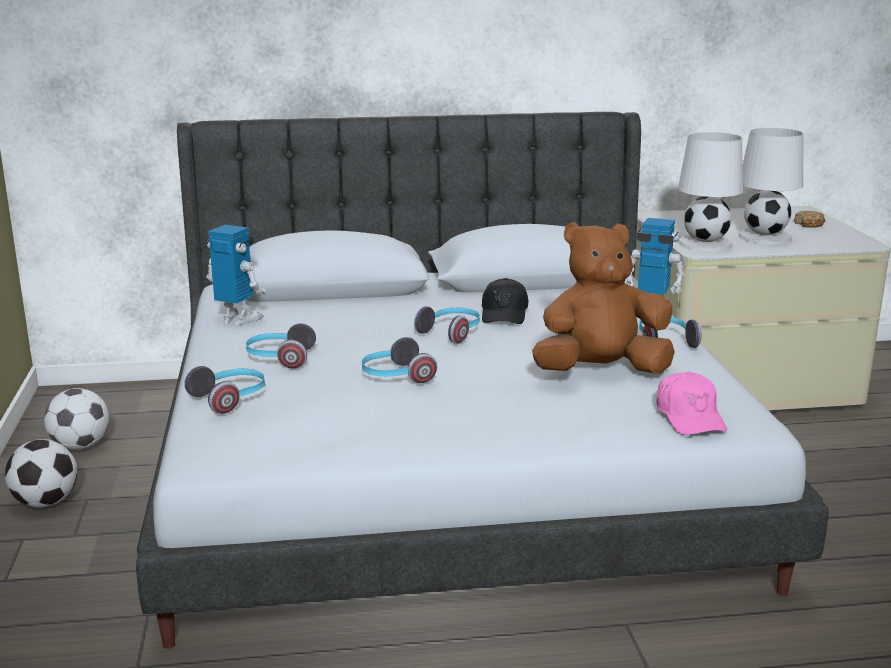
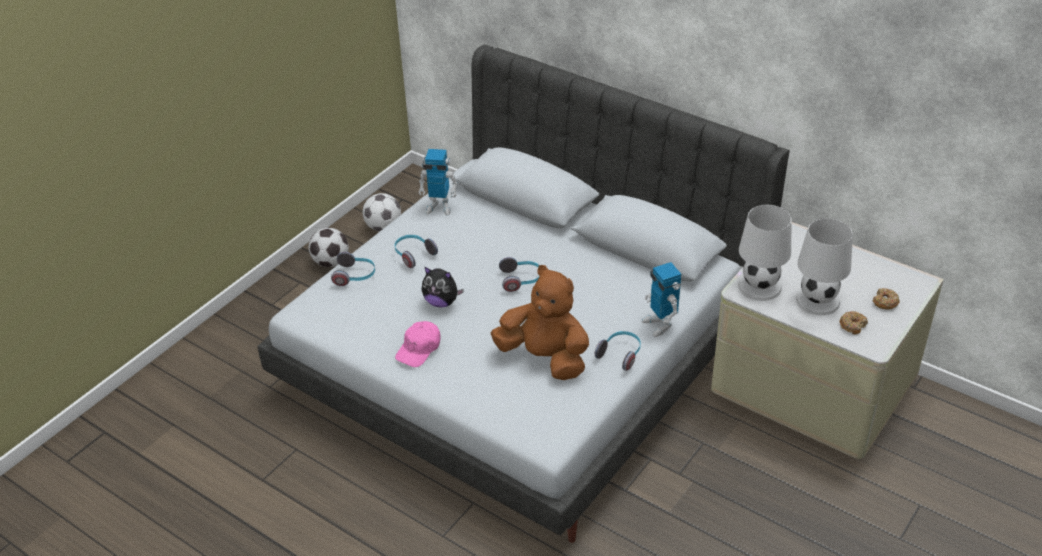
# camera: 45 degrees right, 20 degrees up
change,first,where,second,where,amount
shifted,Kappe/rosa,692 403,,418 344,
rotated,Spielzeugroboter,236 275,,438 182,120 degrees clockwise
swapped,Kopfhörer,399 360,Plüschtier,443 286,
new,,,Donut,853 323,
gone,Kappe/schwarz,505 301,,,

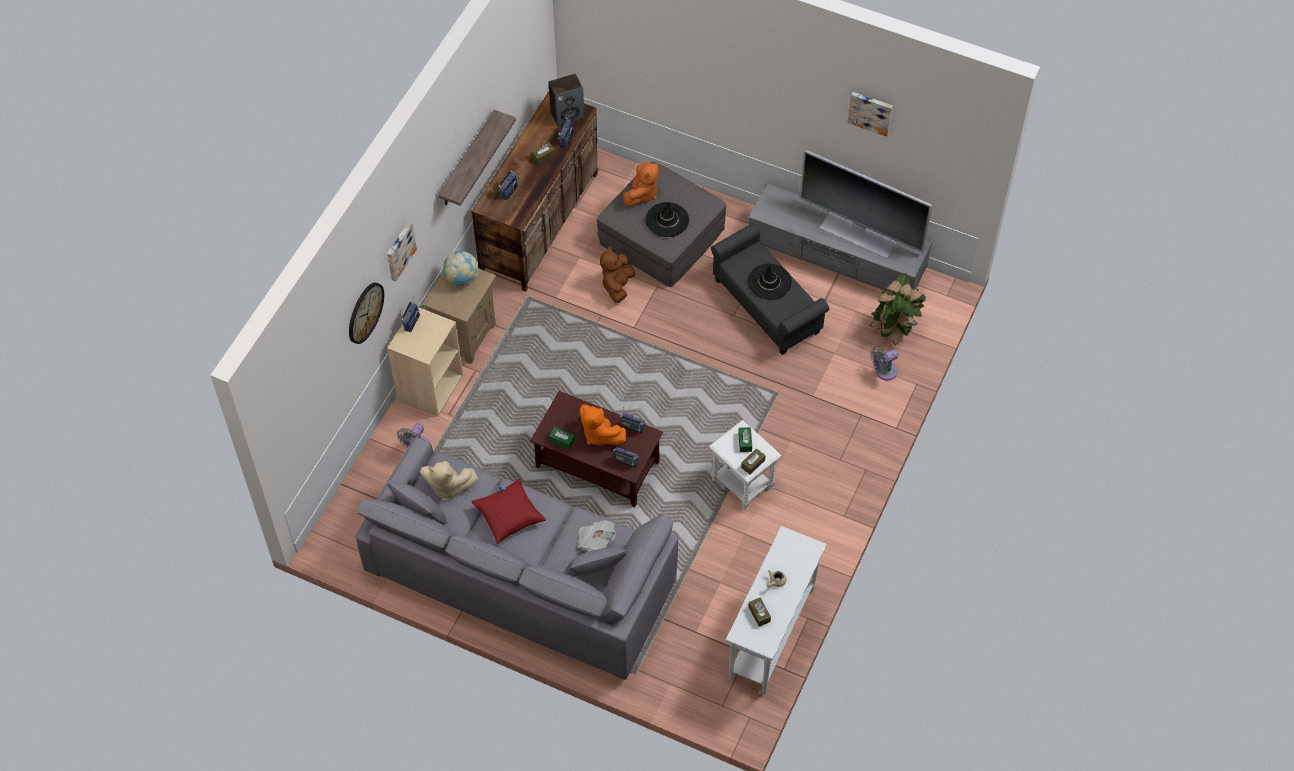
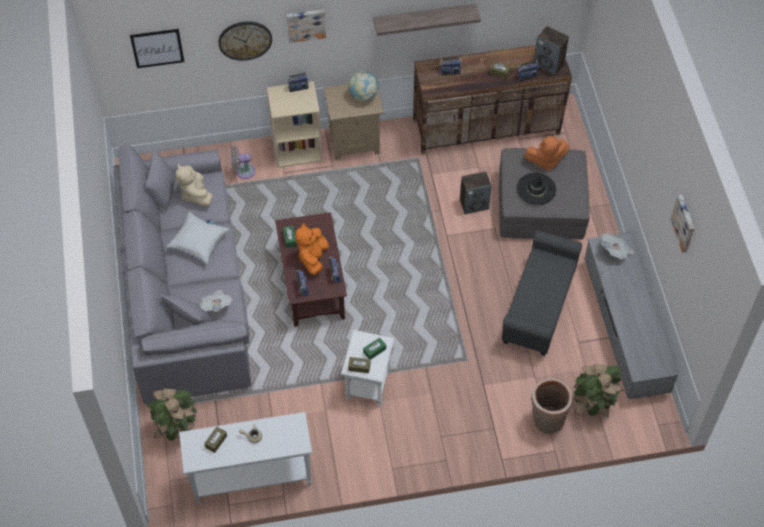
# camera: 55 degrees right, 0 degrees up
change,first,where,second,where,amount
new,,,Bild,157 48,
new,,,Topfpflanze,172 414,
repainted,Kissen/rot,508 511,Kissen/grau,198 238,
swapped,Plüschtier/braun,617 275,Lautsprecher,476 192,
swapped,Ventilator/grau,884 363,Korb,552 406,
new,,,Zeitung,617 246,
gone,Hut/schwarz,769 282,,,
gone,Fernseher,865 204,,,

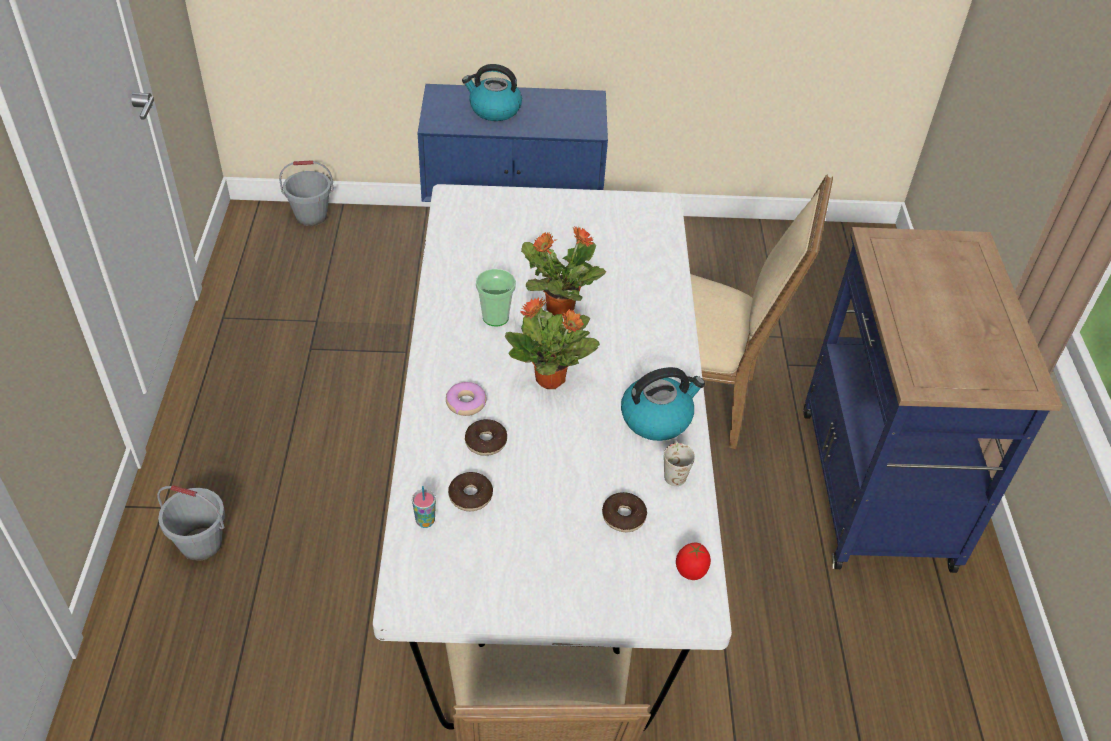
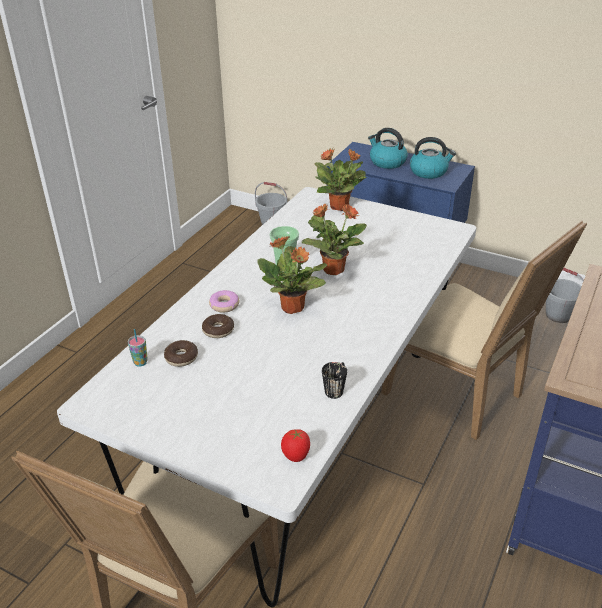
# camera: 30 degrees right, 10 degrees down
change,first,where,second,where,amount
new,,,Topfpflanze,340 180,
repainted,Henkelbecher/weiß,679 463,Henkelbecher/schwarz,334 380,
shifted,Wasserkessel,663 404,,433 158,
shifted,Eimer/grau,191 523,,565 295,
gone,Donut,624 512,,,

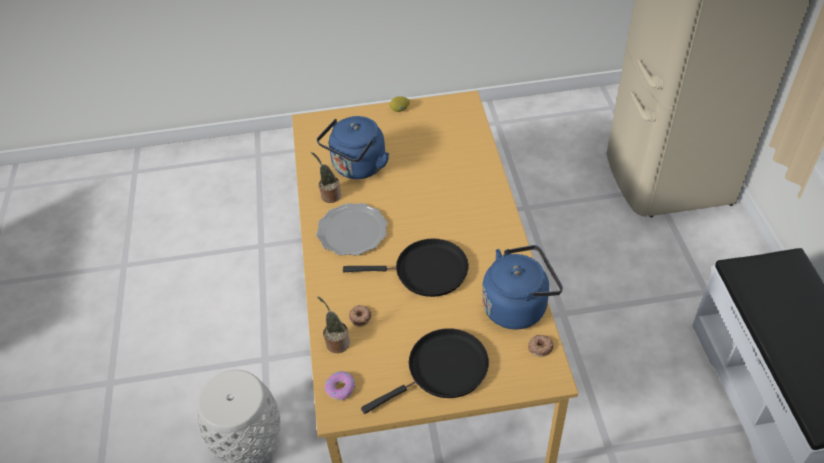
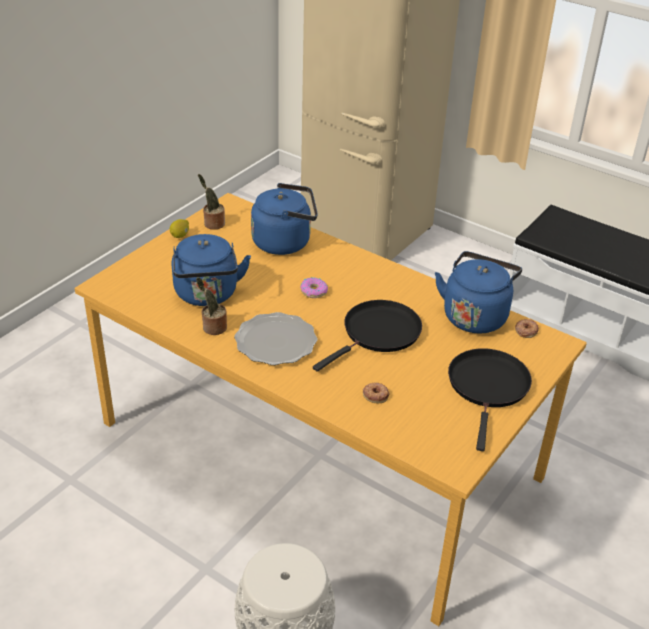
# camera: 50 degrees left, 10 degrees down
change,first,where,second,where,amount
shifted,Topfpflanze,333 324,,211 202,
new,,,Wasserkessel/blau,284 219,
shifted,Donut,340 385,,314 287,

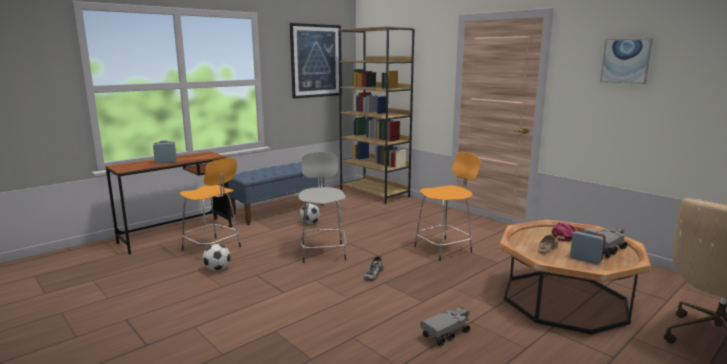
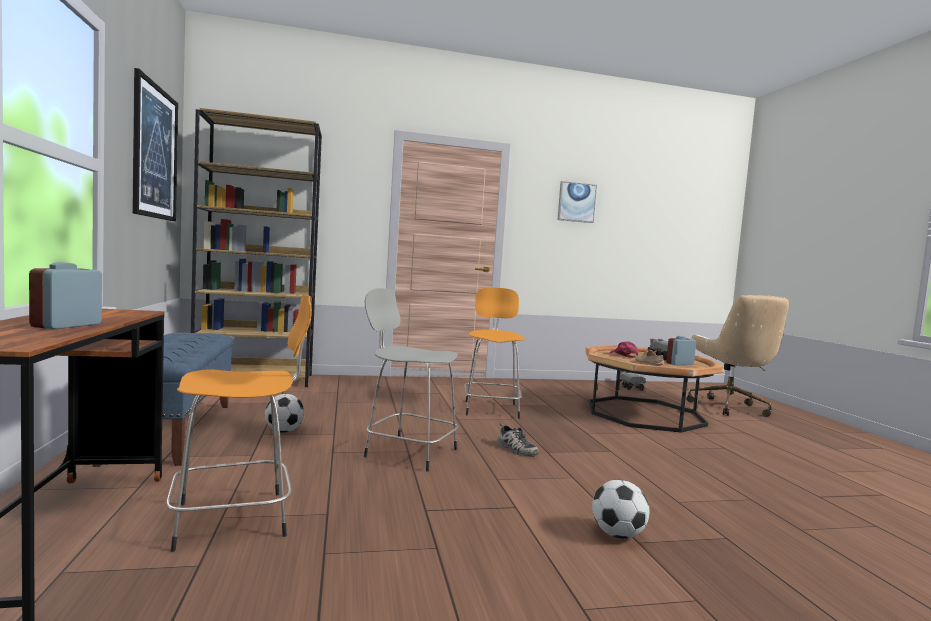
# camera: 60 degrees left, 10 degrees down
change,first,where,second,where,amount
shifted,Fußball,217 257,,620 509,
shifted,Spielzeuglaster,445 326,,632 380,

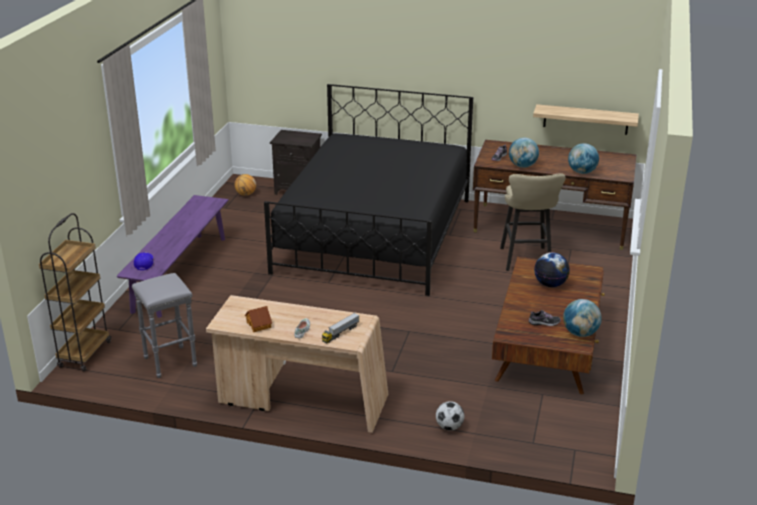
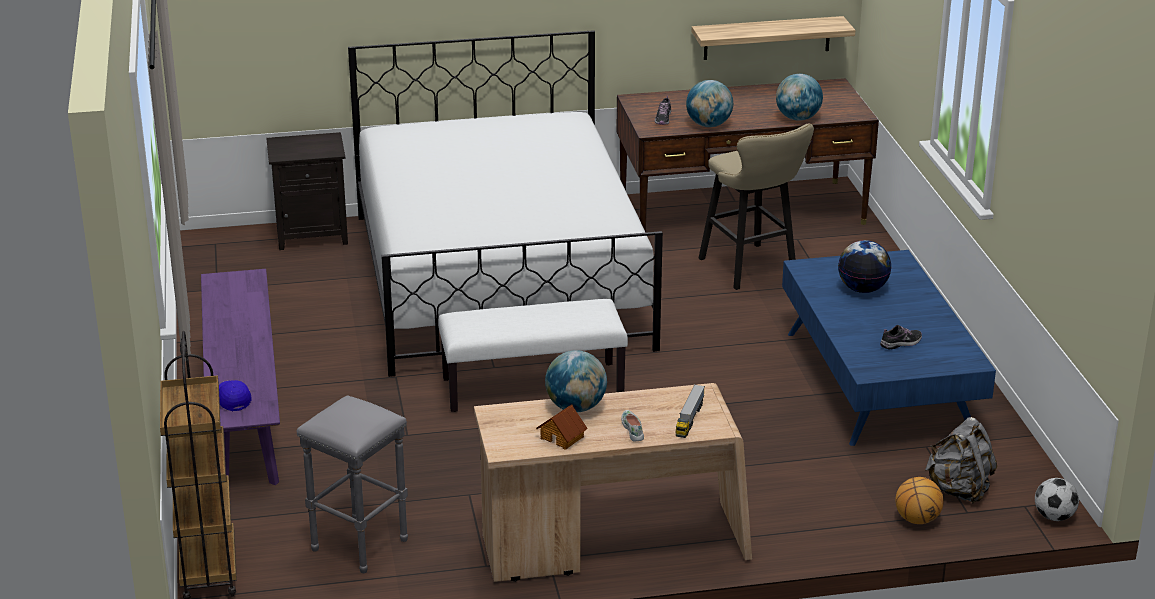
# camera: 25 degrees left, 0 degrees up
change,first,where,second,where,amount
repainted,Bett/schwarz,368 190,Bett/weiß,505 203,
new,,,Bank/weiß,533 355,
shifted,Globus,582 318,,576 381,
repainted,Couchtisch/braun,548 325,Couchtisch/blau,889 348,
shifted,Basketball,245 185,,919 500,
new,,,Rucksack/grau,961 460,
shifted,Fußball,450 415,,1057 499,

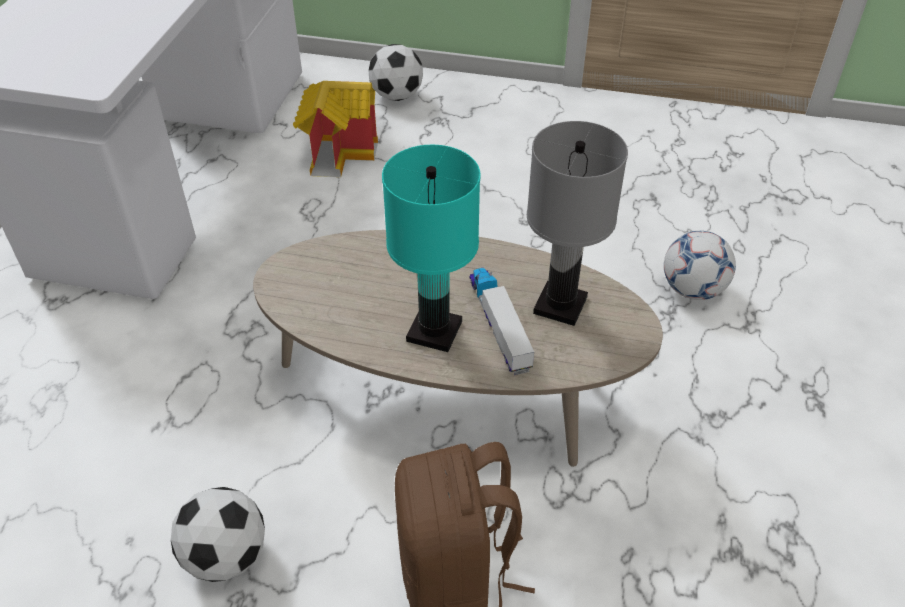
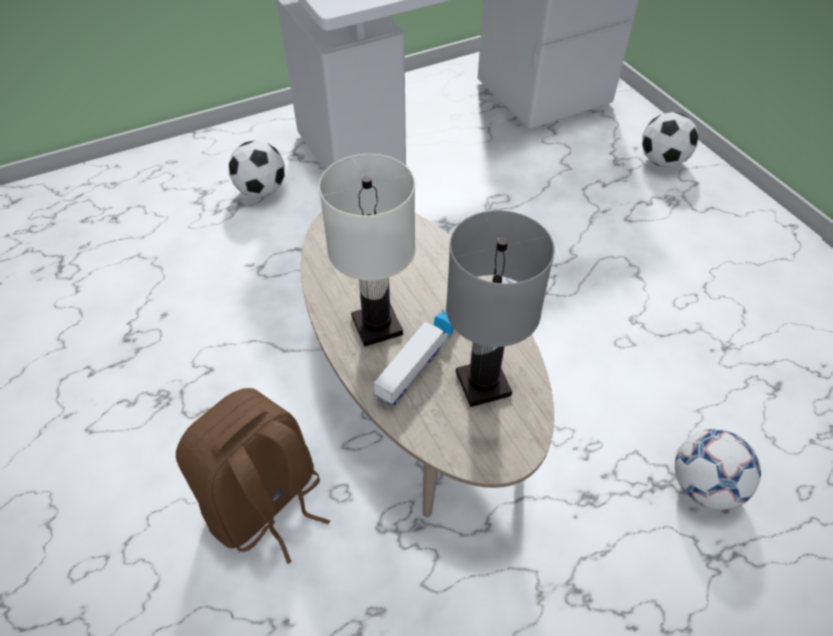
# camera: 50 degrees right, 5 degrees up
change,first,where,second,where,amount
shifted,Fußball,218 534,,257 168,
repainted,Tischlampe/türkis,431 248,Tischlampe/weiß,367 250,
gone,Spielzeughaus,335 129,,,

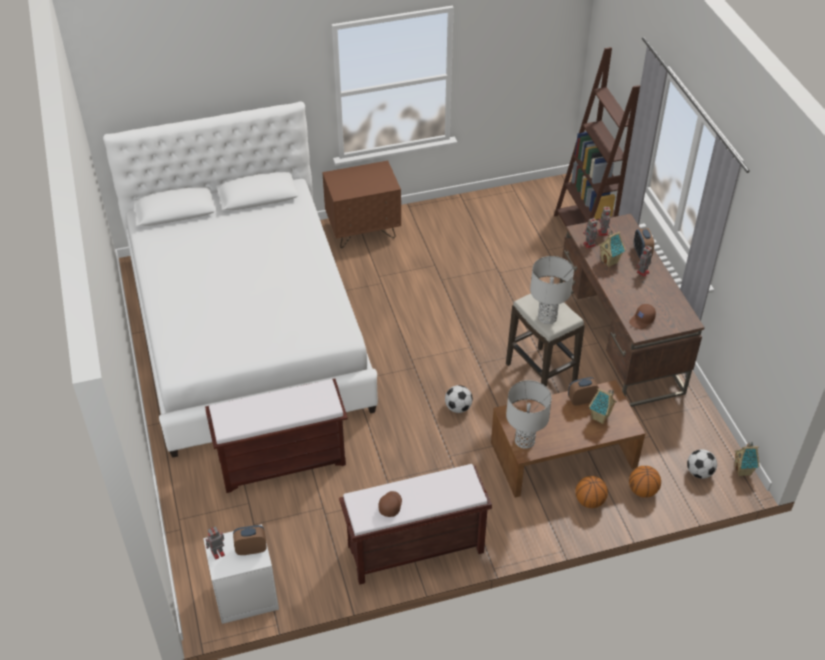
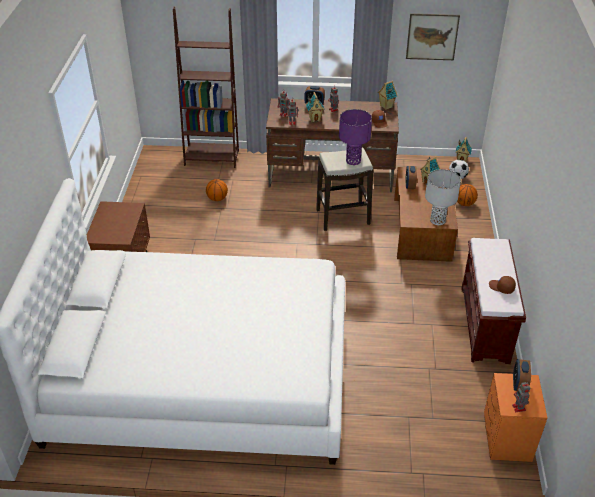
# camera: 70 degrees left, 5 degrees down
change,first,where,second,where,amount
shifted,Basketball,591 492,,217 190,
repainted,Tischlampe/weiß,552 290,Tischlampe/lila,355 137,
new,,,Spielzeughaus,388 95,
new,,,Bild,433 36,
repainted,Nachttisch/weiß,241 574,Nachttisch/orange,515 417,
gone,Bank/braun,276 435,,,
gone,Fußball,459 399,,,

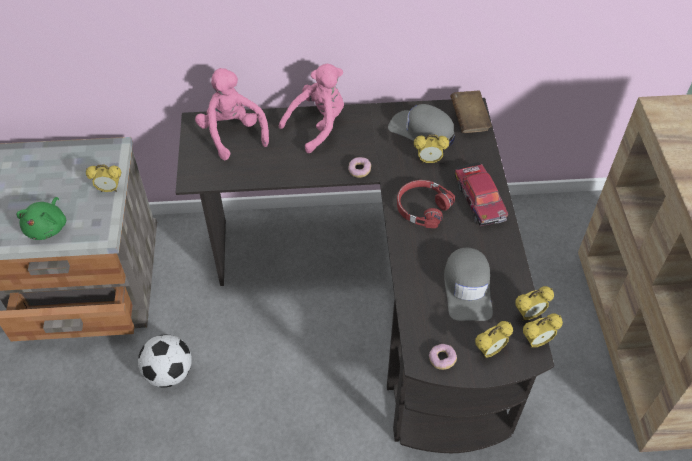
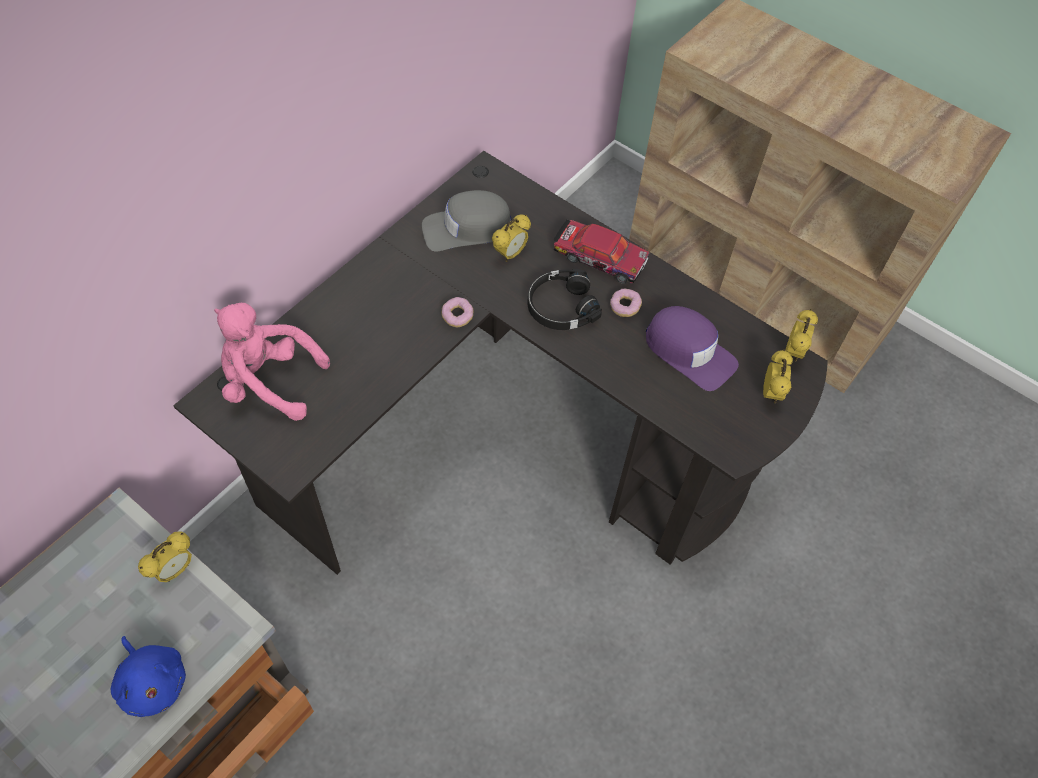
# camera: 50 degrees left, 5 degrees up
change,first,where,second,where,amount
repainted,Plüschtier/grün,41 218,Plüschtier/blau,148 676,
repainted,Kopfhörer/rot,426 204,Kopfhörer/schwarz,565 299,
shifted,Donut,443 357,,626 302,
repainted,Kappe/grau,468 284,Kappe/lila,692 348,
gone,Fußball,165 361,,,
gone,Plüschtier/rosa,311 108,,,
gone,Buch/braun,471 112,,,
gone,Wecker,534 303,,,

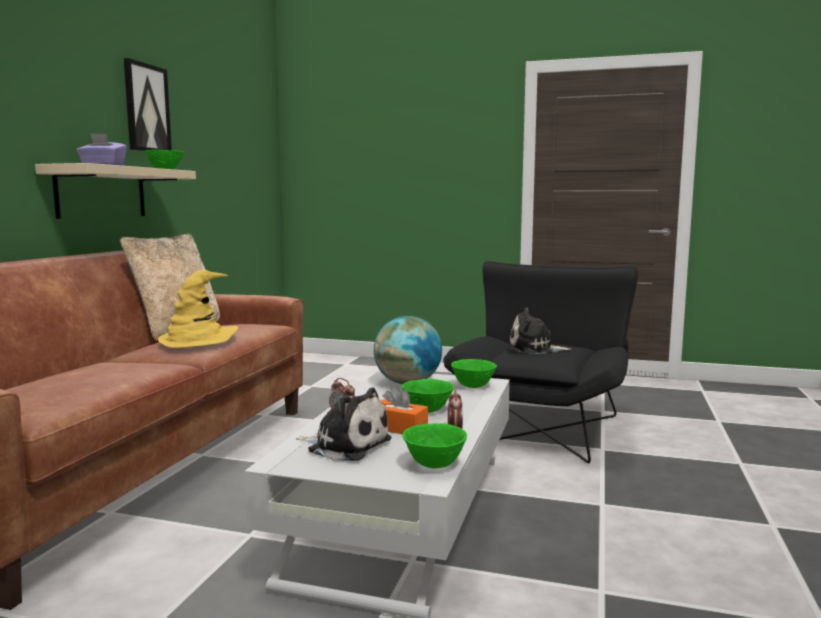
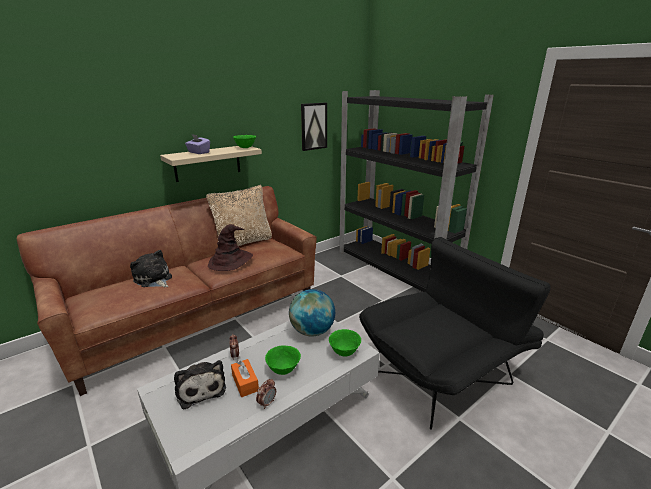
# camera: 35 degrees right, 15 degrees up
change,first,where,second,where,amount
shifted,Plüschtier,540 330,,151 268,
repainted,Hut/gelb,198 309,Hut/braun,230 247,
shifted,Bild,148 104,,314 127,
new,,,Bücherregal/schwarz,416 191,
gone,Schüssel/grün,435 445,,,

